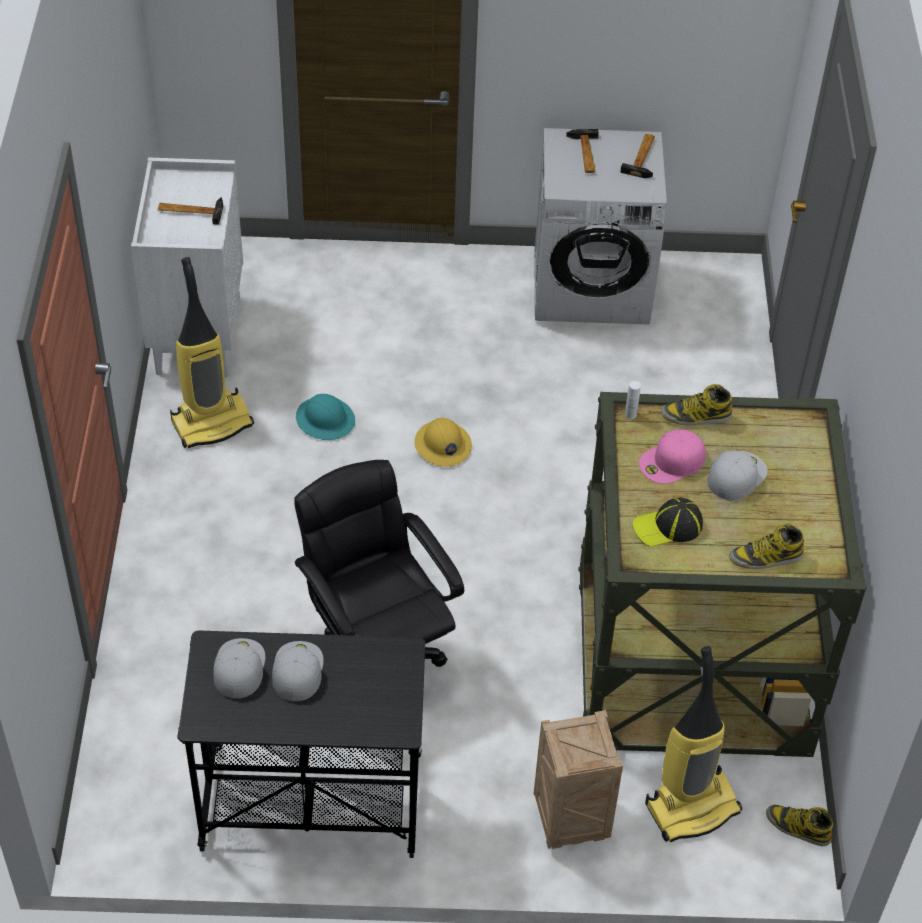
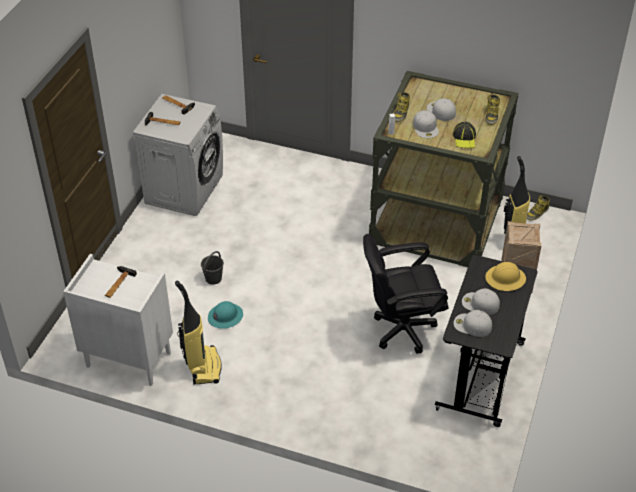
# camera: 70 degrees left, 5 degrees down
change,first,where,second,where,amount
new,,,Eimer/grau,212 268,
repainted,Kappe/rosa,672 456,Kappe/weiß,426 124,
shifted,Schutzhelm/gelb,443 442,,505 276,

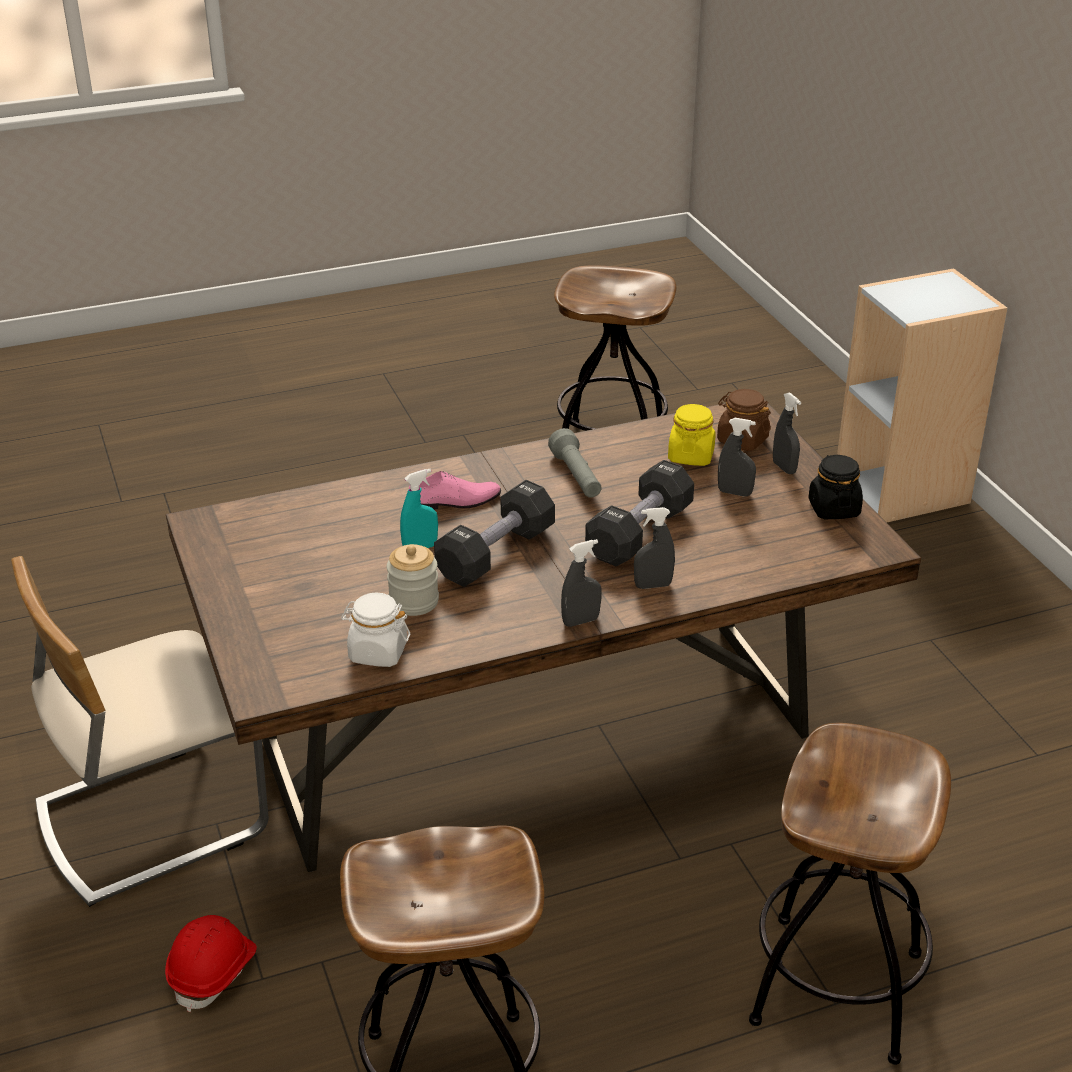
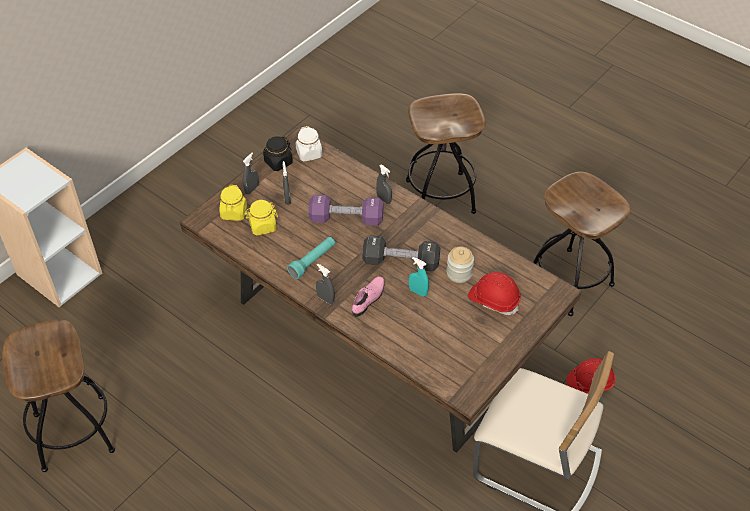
# camera: 120 degrees left, 15 degrees up
change,first,where,second,where,amount
repainted,Vorratsglas/braun,744 420,Vorratsglas/gelb,233 203,
repainted,Taschenlampe/grau,575 463,Taschenlampe/türkis,311 258,
shifted,Vorratsglas/weiß,375 630,,309 143,
repainted,Hantel/schwarz,639 513,Hantel/lila,345 210,
shifted,Sprühflasche/grau,581 583,,325 284,
rotated,Schuh/rosa,455 490,,368 296,75 degrees clockwise
new,,,Schutzhelm/rot,494 293,

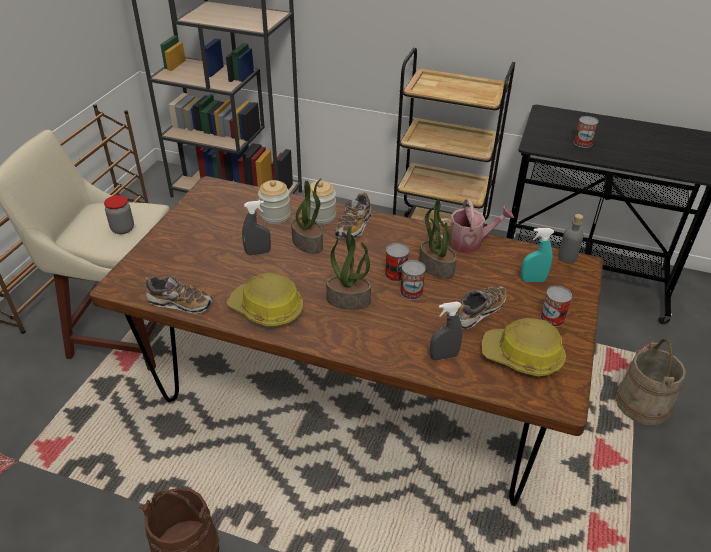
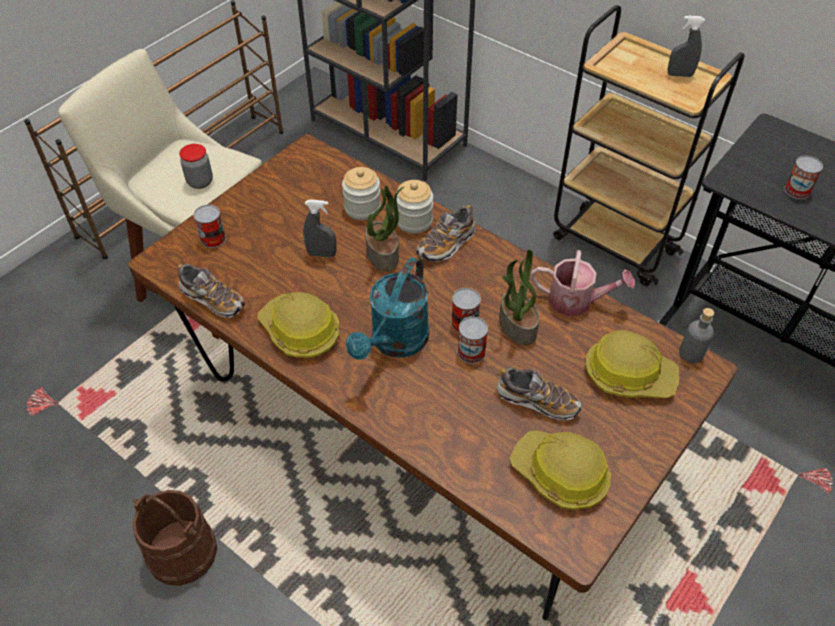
# camera: 20 degrees right, 10 degrees up
change,first,where,second,where,amount
shifted,Dose,556 306,,209 226,
swapped,Topfpflanze,348 268,Gießkanne/türkis,387 308,
rotated,Schuh,482 307,,539 393,45 degrees clockwise
swapped,Sprühflasche/türkis,537 255,Schutzhelm,632 364,
shifted,Sprühflasche/grau,446 331,,686 46,
gone,Eimer/beige,650 381,,,

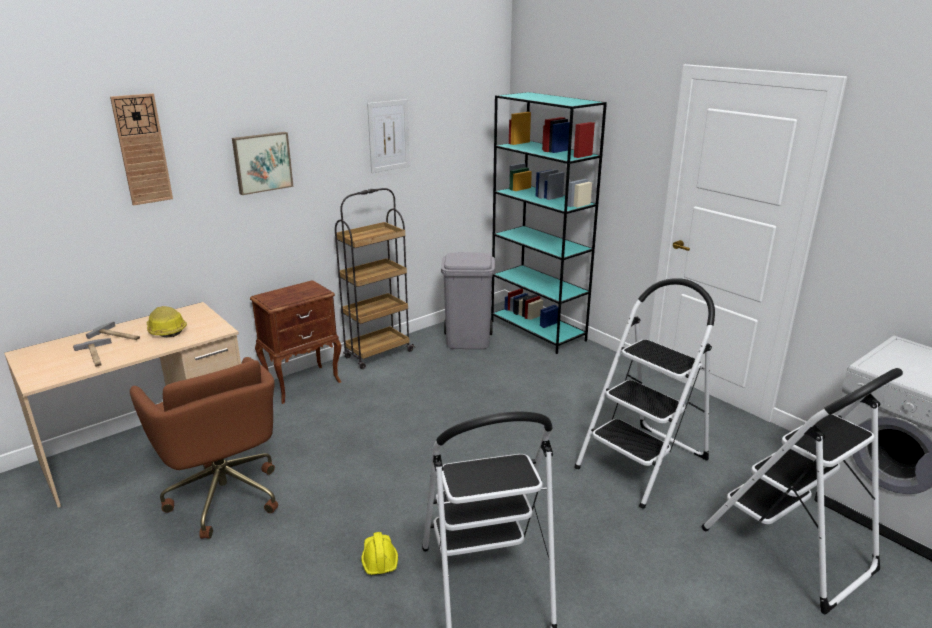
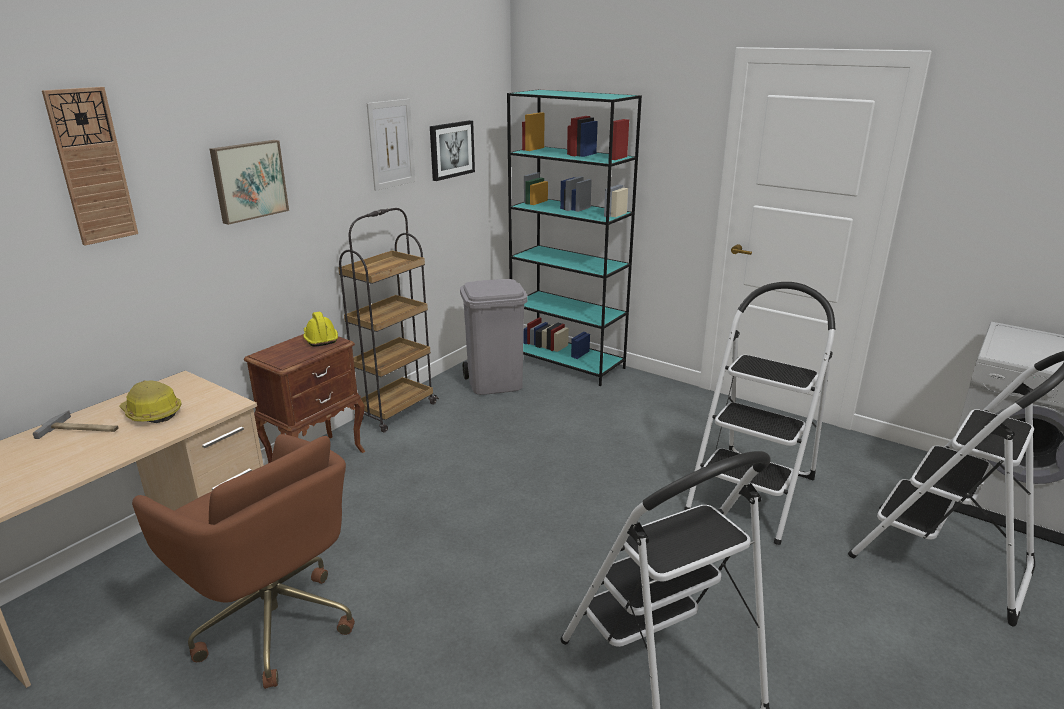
# camera: 15 degrees left, 0 degrees up
change,first,where,second,where,amount
shifted,Schutzhelm/gelb,379 553,,320 329,
new,,,Bild,452 150,
gone,Hammer,92 352,,,

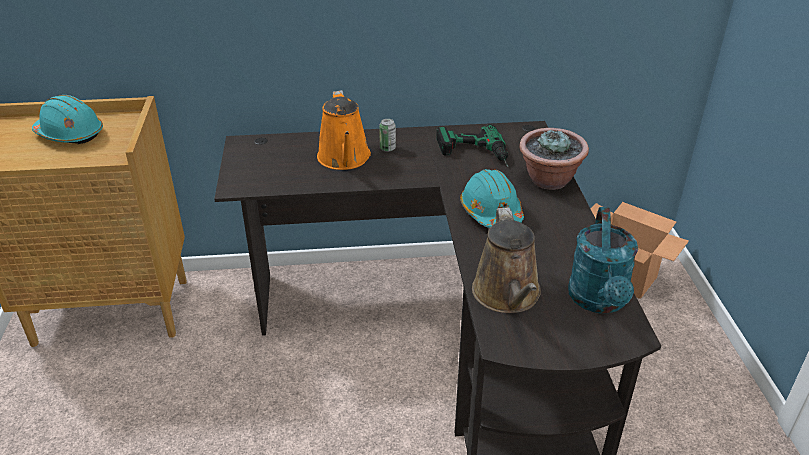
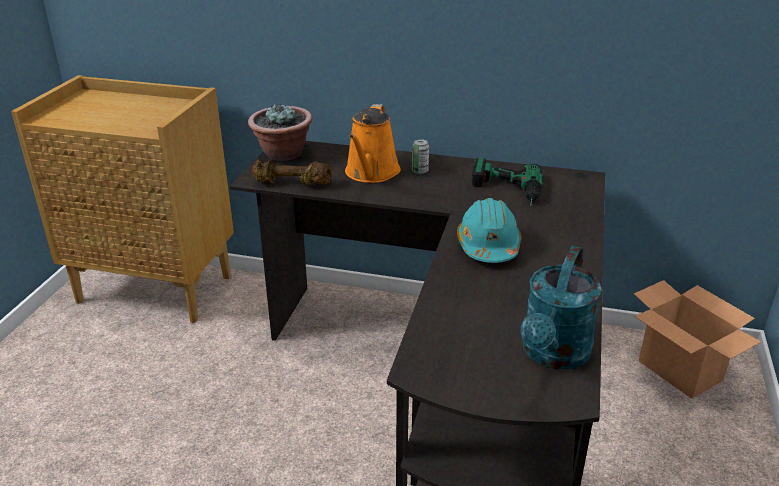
# camera: 20 degrees right, 5 degrees down
change,first,where,second,where,amount
shifted,Topfpflanze,554 159,,280 132,
new,,,Hantel/braun,292 172,
gone,Schutzhelm/türkis,67 119,,,
gone,Gießkanne/braun,506 260,,,

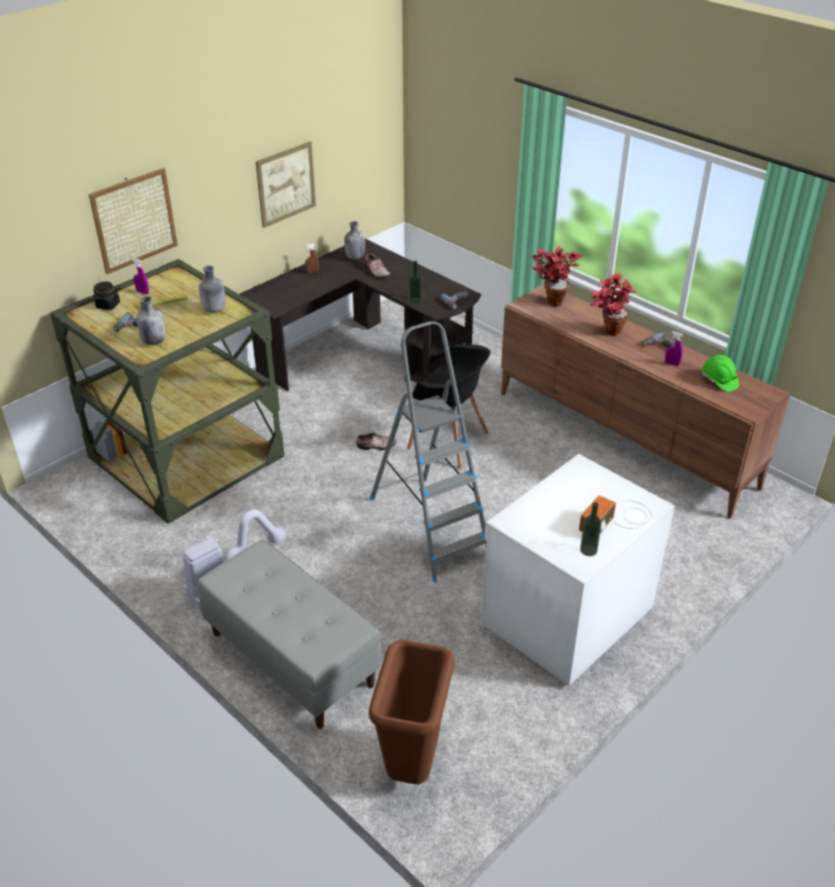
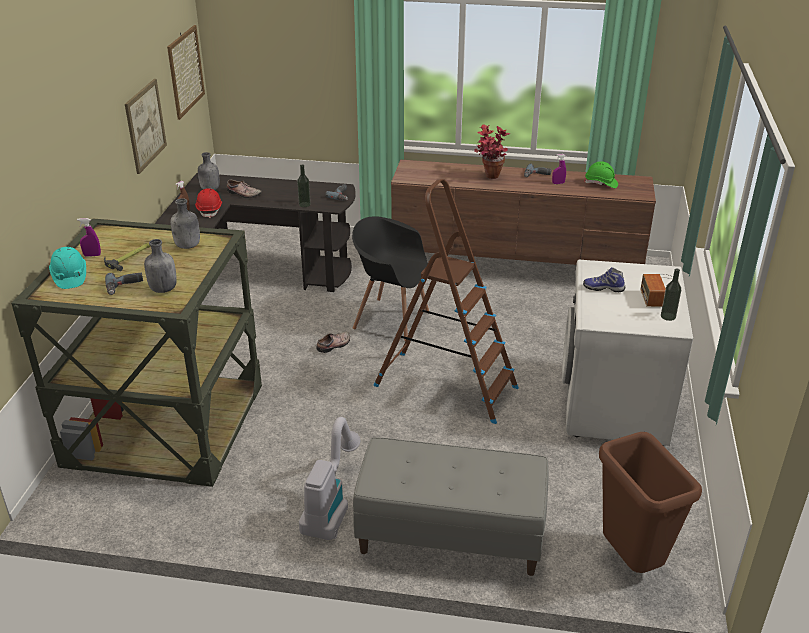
# camera: 35 degrees left, 5 degrees down
change,first,where,second,where,amount
swapped,Vorratsglas/schwarz,106 295,Schutzhelm/türkis,67 268,
shifted,Bild,133 221,,186 72,
new,,,Schutzhelm/rot,208 203,
rotated,Stuhl/schwarz,448 406,,390 278,150 degrees counterclockwise
repainted,Trittleiter/grau,428 451,Trittleiter/braun,446 301,
new,,,Schuh,604 279,
gone,Topfpflanze,557 277,,,

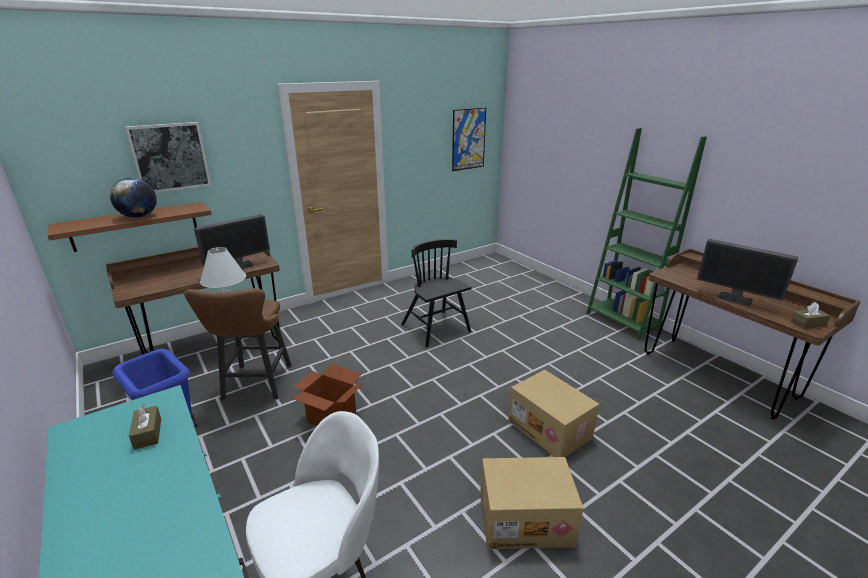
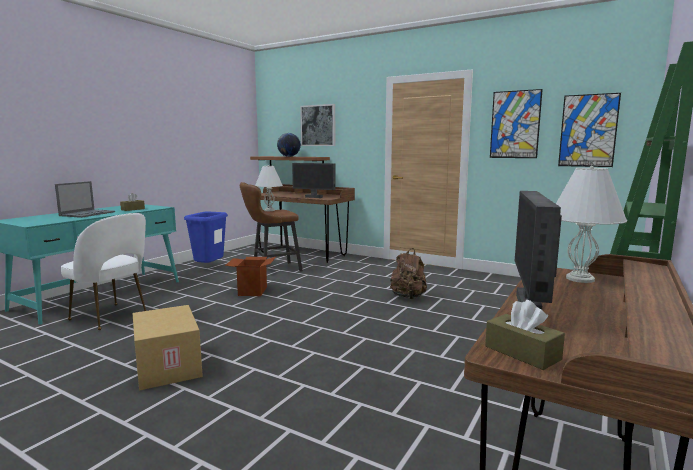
# camera: 65 degrees right, 15 degrees down
change,first,where,second,where,amount
new,,,Laptop,85 199,
swapped,Stuhl/schwarz,436 293,Rucksack/braun,408 273,
new,,,Bild,516 123,
new,,,Tischlampe/weiß,591 224,
gone,Karton,553 413,,,

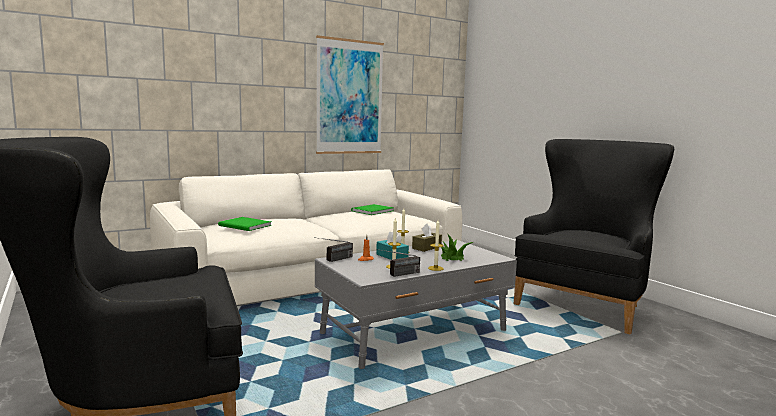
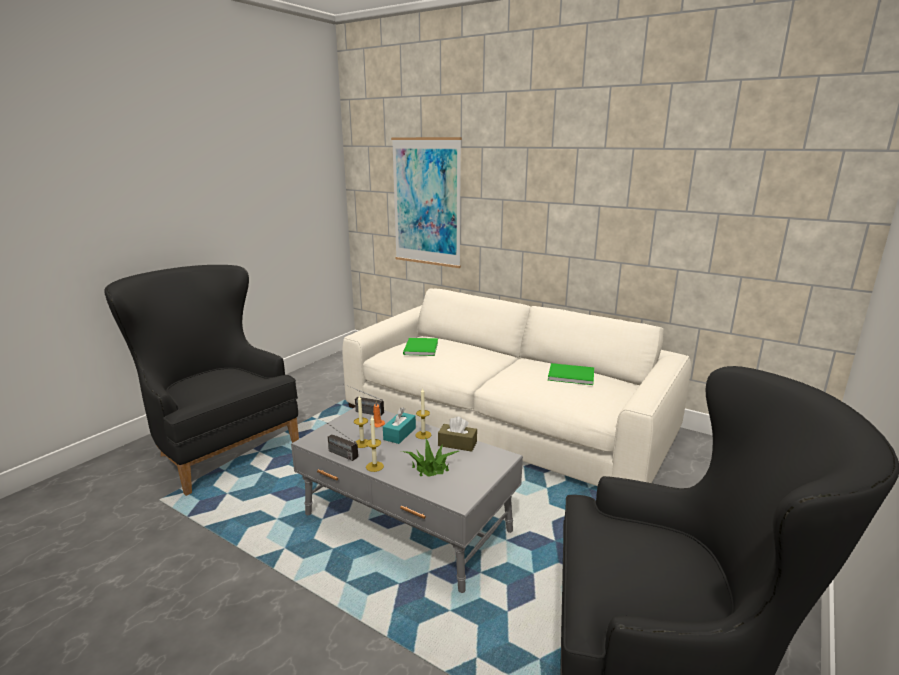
# camera: 65 degrees right, 10 degrees up
change,first,where,second,where,amount
shifted,Bild,350 94,,426 202,

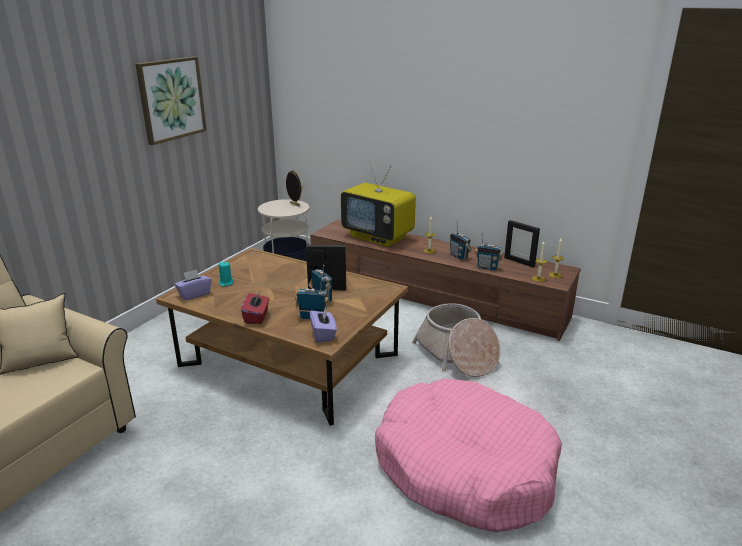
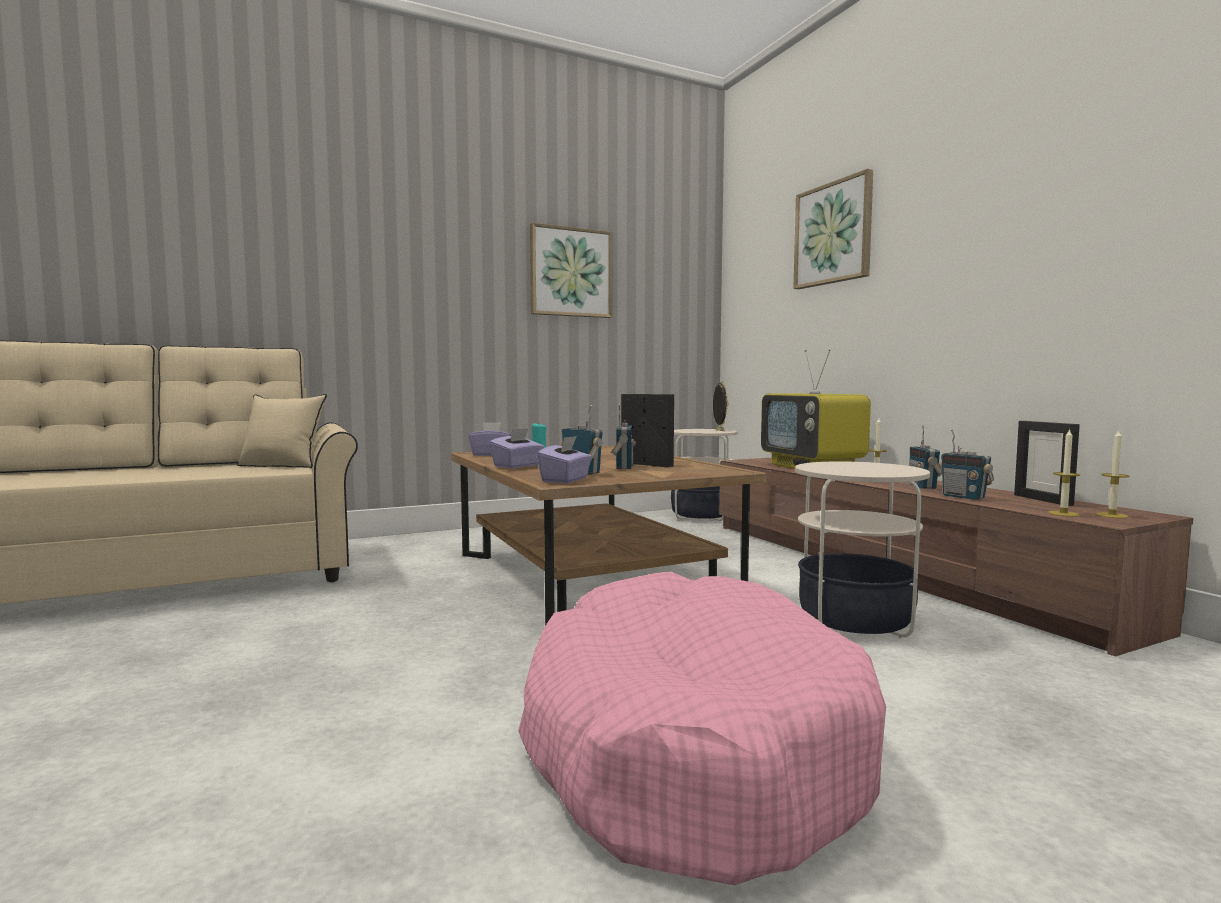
# camera: 35 degrees right, 20 degrees down
change,first,where,second,where,amount
repainted,Taschentuchbox/rot,255 307,Taschentuchbox/lila,516 448,
new,,,Bild,833 229,
swapped,Korb,456 340,Beistelltisch/beige,862 550,

